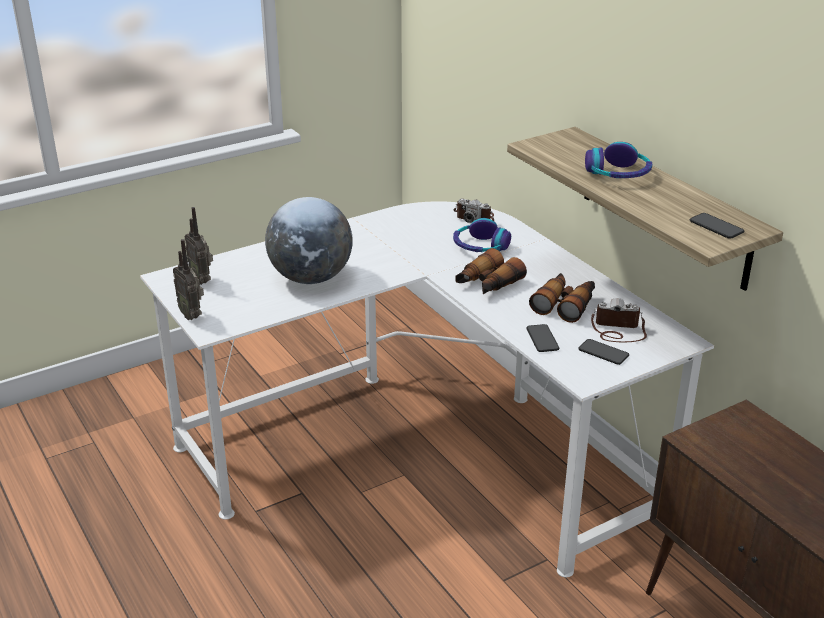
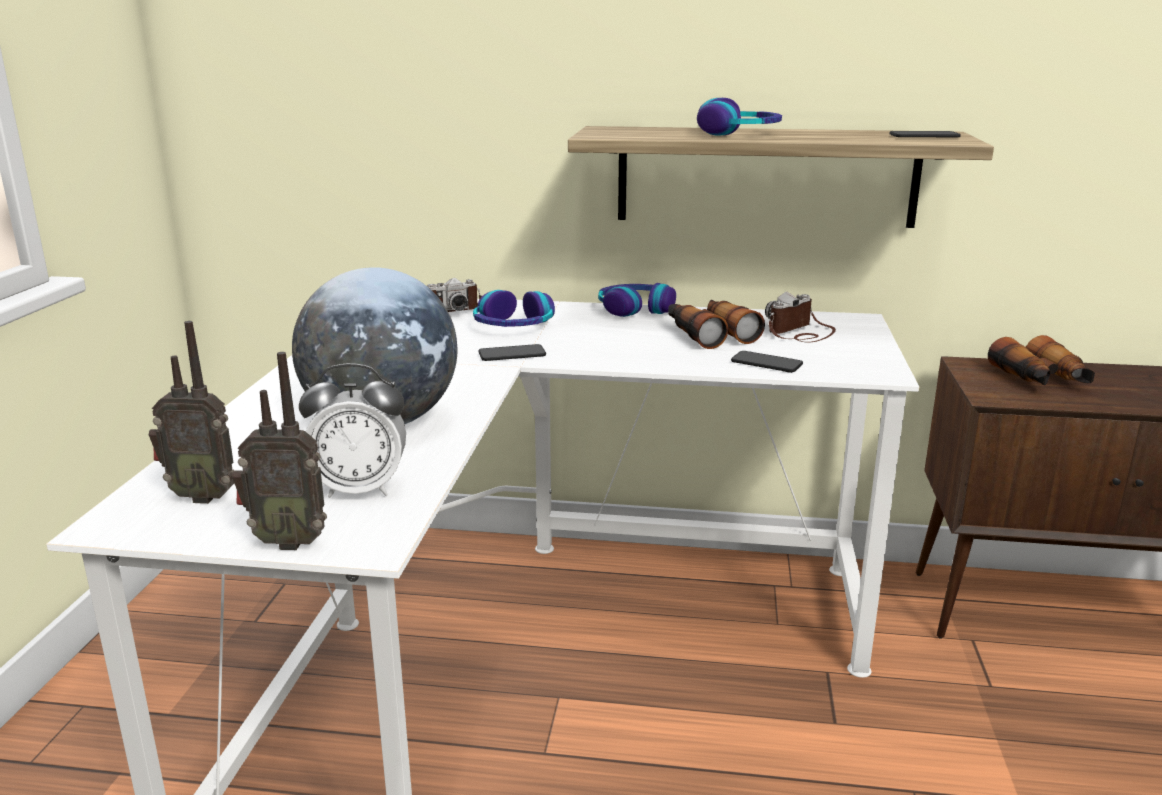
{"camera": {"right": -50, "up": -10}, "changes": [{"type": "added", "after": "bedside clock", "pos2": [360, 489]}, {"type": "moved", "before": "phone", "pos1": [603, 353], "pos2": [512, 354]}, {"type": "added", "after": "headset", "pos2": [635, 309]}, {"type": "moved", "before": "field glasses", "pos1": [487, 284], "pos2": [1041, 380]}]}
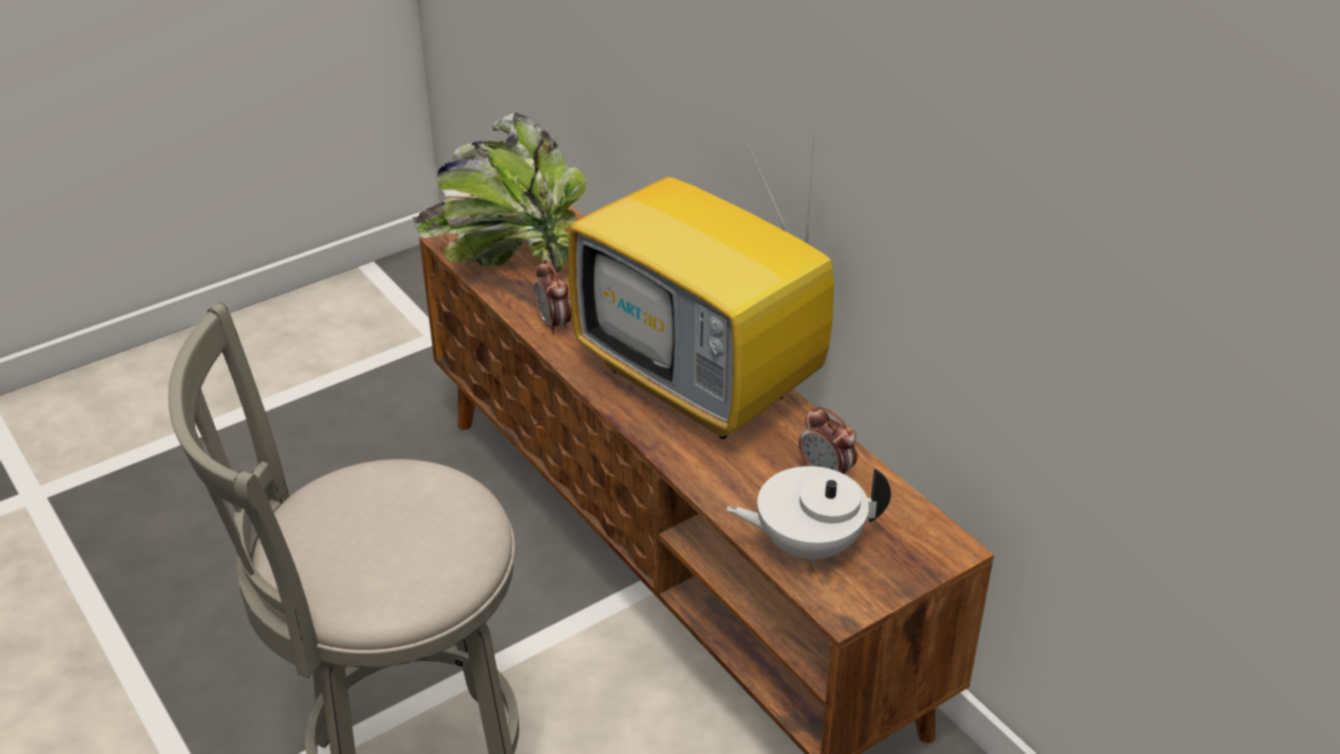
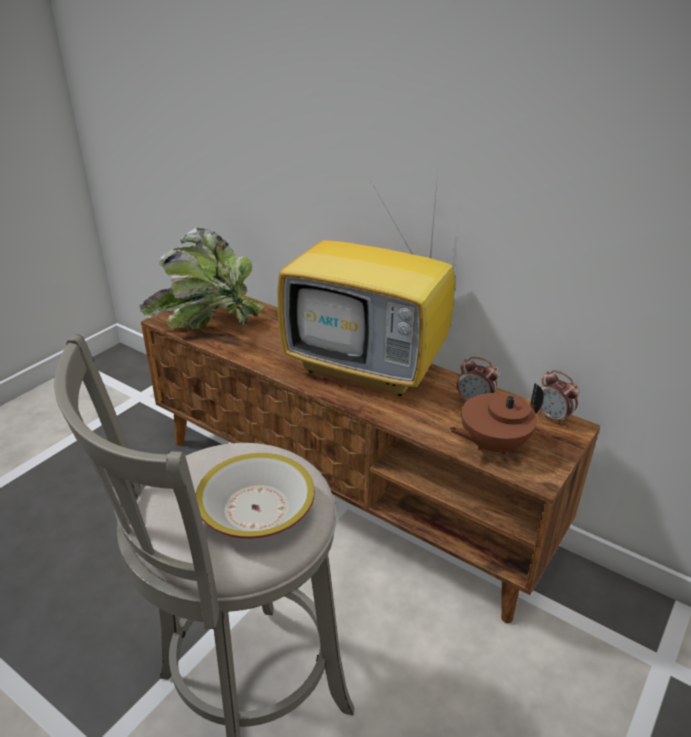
{"camera": {"right": -20, "up": -5}, "changes": [{"type": "added", "after": "serving bowl", "pos2": [255, 509]}, {"type": "recoloured", "before": "whitish pot for tea", "after": "brown pot for tea", "pos1": [807, 544], "pos2": [492, 444]}, {"type": "moved", "before": "bedside clock", "pos1": [554, 324], "pos2": [552, 417]}]}
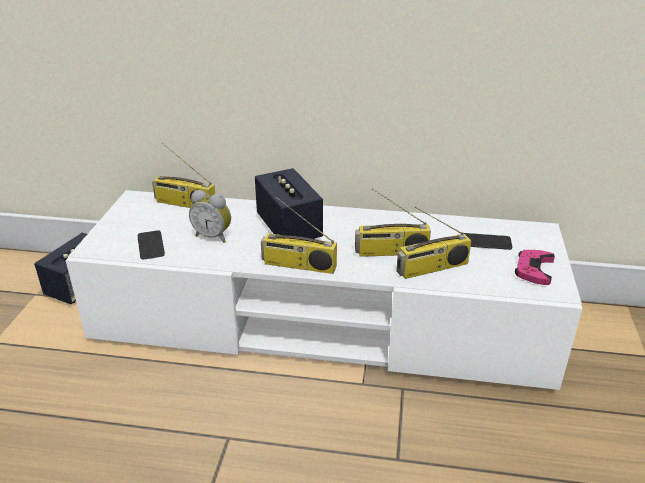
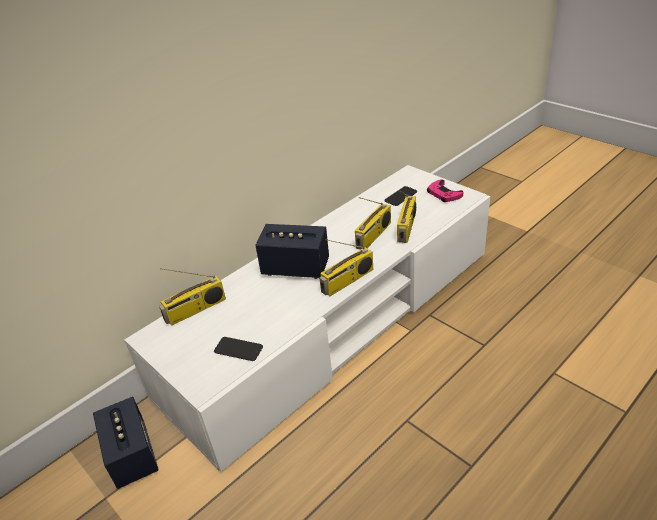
{"camera": {"right": -50, "up": 5}, "changes": [{"type": "removed", "before": "bedside clock", "pos1": [213, 236]}]}
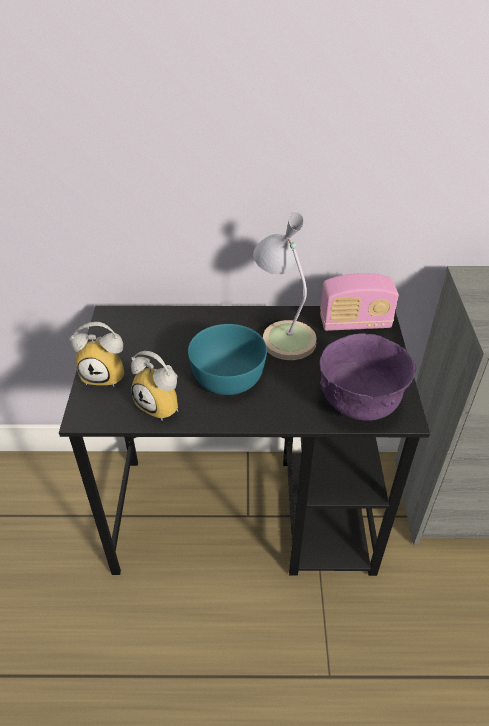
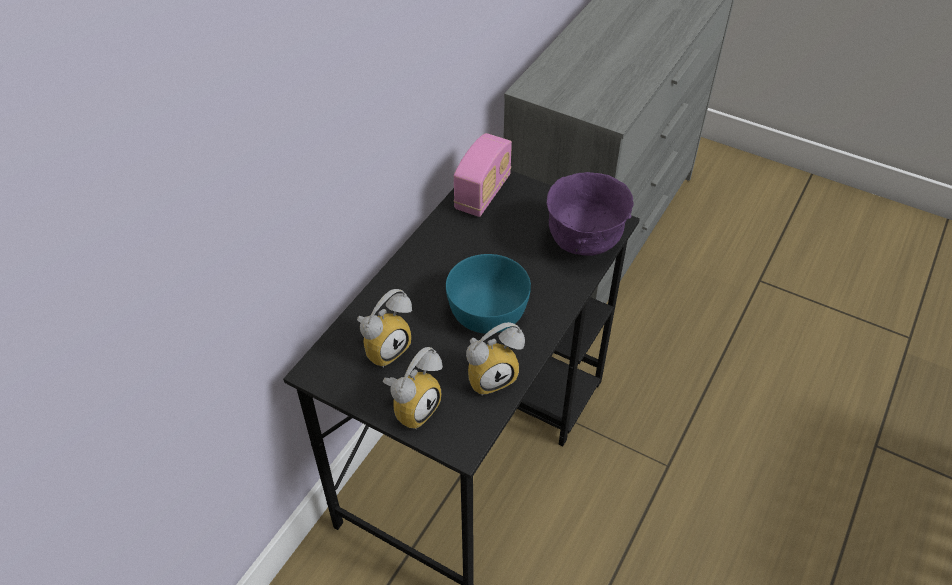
{"camera": {"right": -60, "up": 5}, "changes": [{"type": "added", "after": "bedside clock", "pos2": [385, 346]}, {"type": "removed", "before": "tabletop lamp", "pos1": [282, 334]}]}
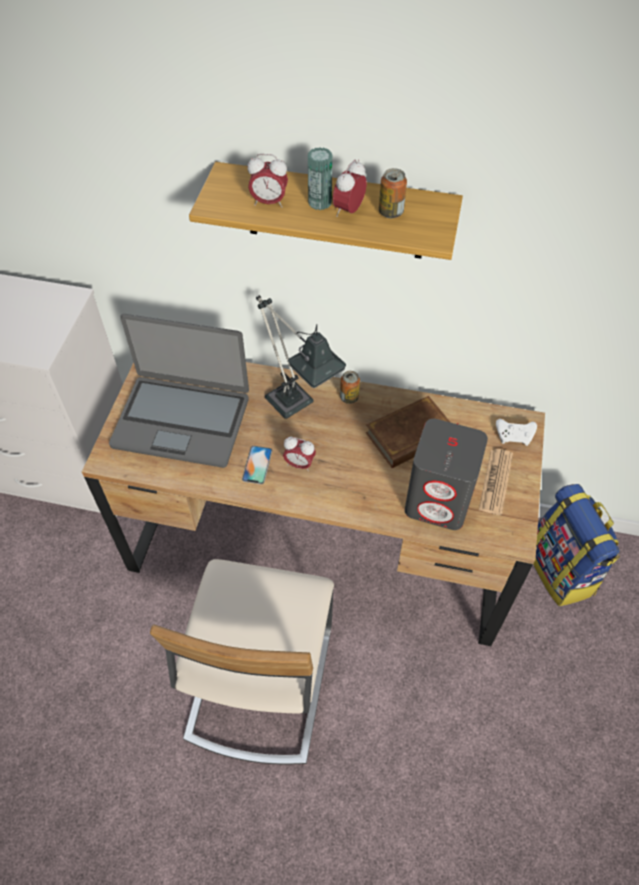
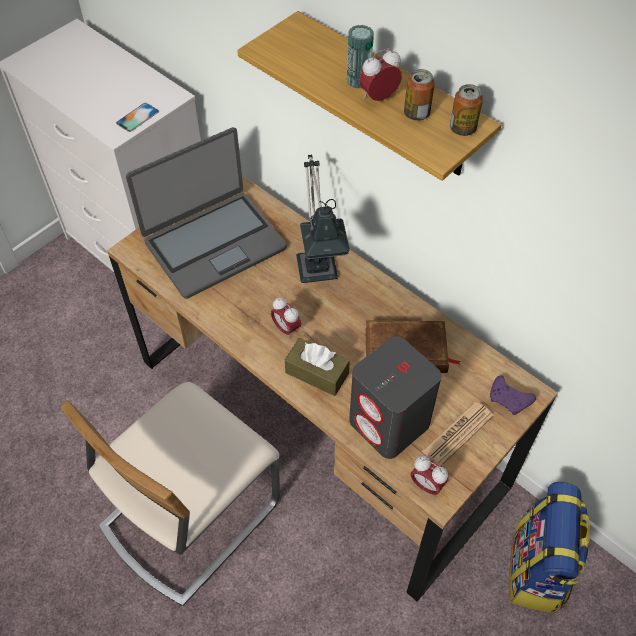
{"camera": {"right": 30, "up": 0}, "changes": [{"type": "moved", "before": "phone", "pos1": [257, 465], "pos2": [137, 117]}, {"type": "turned", "before": "portable computer", "pos1": [182, 420], "pos2": [214, 244], "turn": -75}, {"type": "added", "after": "brown tissue holder", "pos2": [317, 373]}, {"type": "moved", "before": "bedside clock", "pos1": [269, 202], "pos2": [426, 485]}, {"type": "moved", "before": "metal can", "pos1": [349, 397], "pos2": [462, 129]}, {"type": "recoloured", "before": "whitish joypad", "after": "purple joypad", "pos1": [515, 435], "pos2": [509, 400]}]}
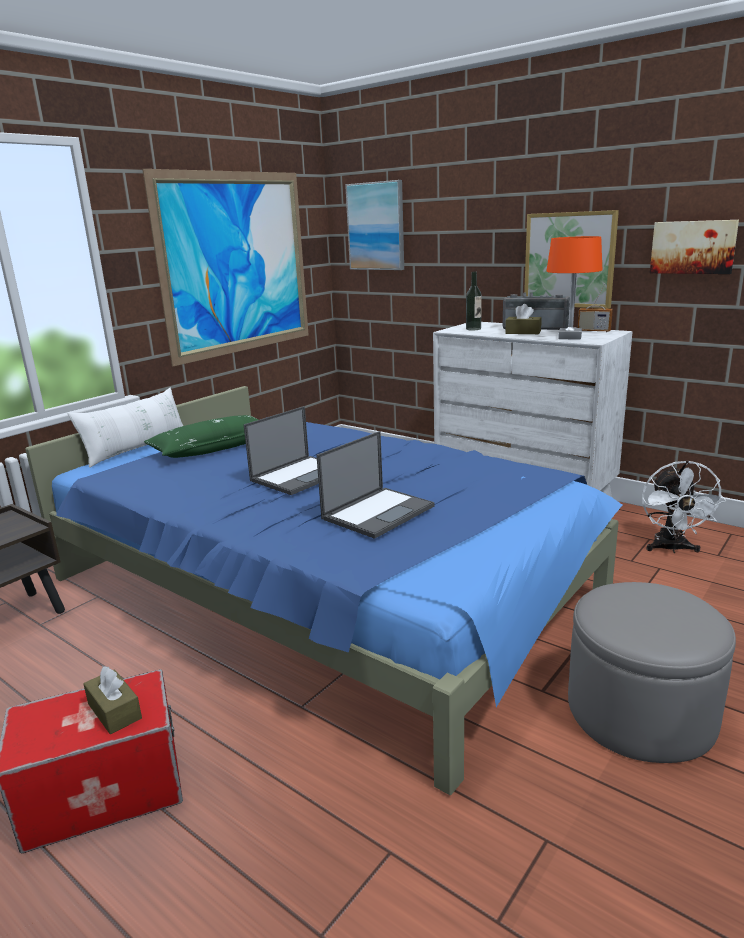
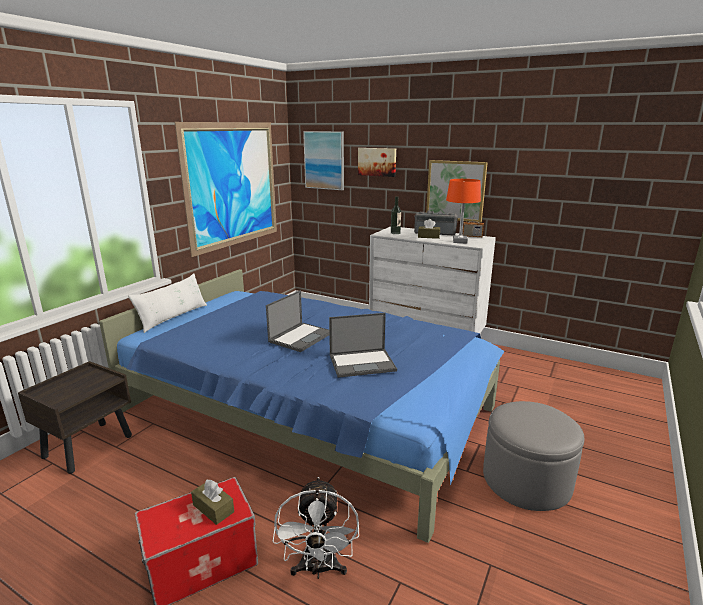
{"camera": {"right": -10, "up": 0}, "changes": [{"type": "moved", "before": "whitish cooling fan", "pos1": [671, 549], "pos2": [318, 569]}, {"type": "turned", "before": "portable computer", "pos1": [378, 512], "pos2": [363, 363], "turn": 45}, {"type": "moved", "before": "picture", "pos1": [693, 247], "pos2": [377, 162]}, {"type": "removed", "before": "green-coloured cushion", "pos1": [213, 448]}]}
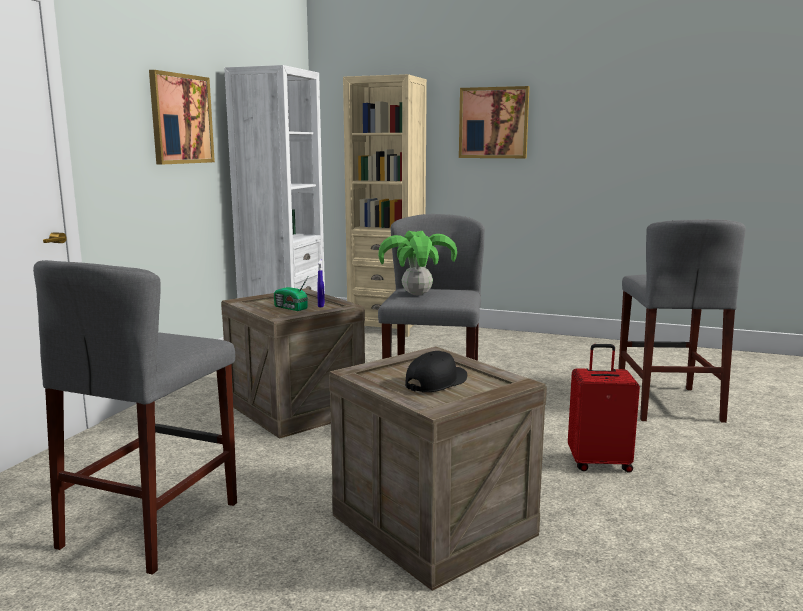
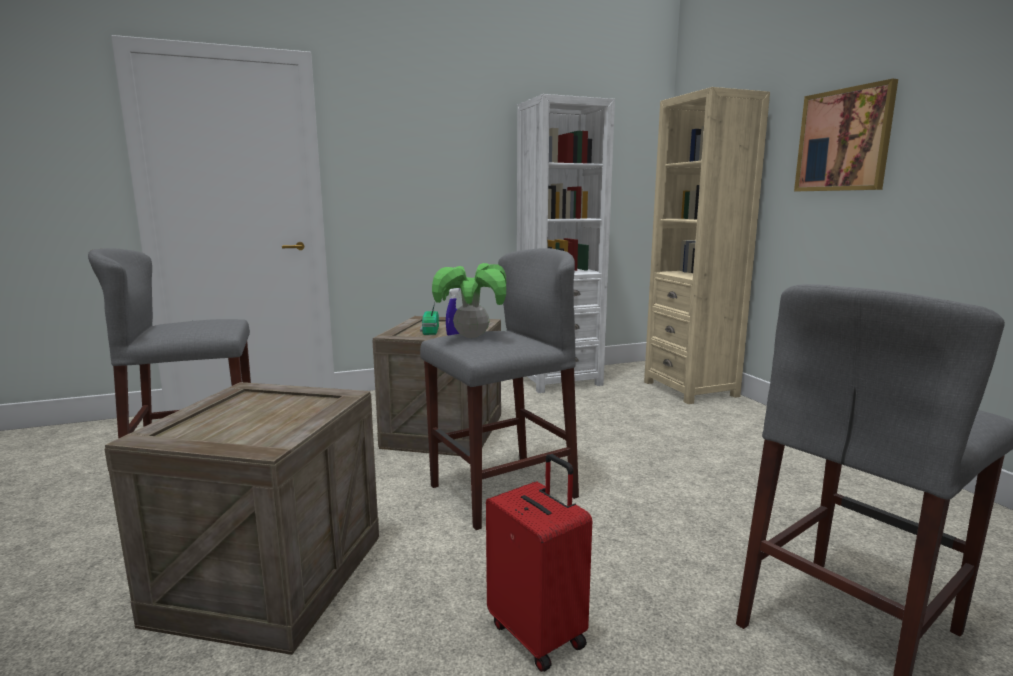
{"camera": {"right": 50, "up": 0}, "changes": [{"type": "removed", "before": "picture", "pos1": [181, 119]}, {"type": "removed", "before": "blackish baseball cap", "pos1": [436, 382]}]}
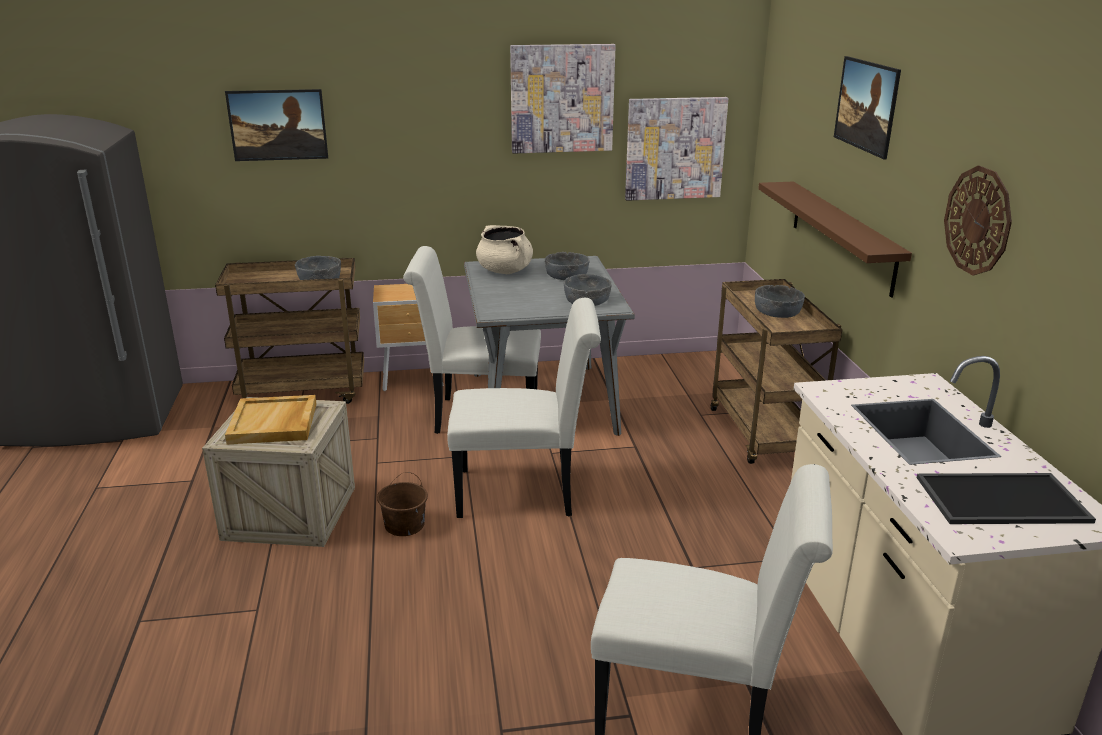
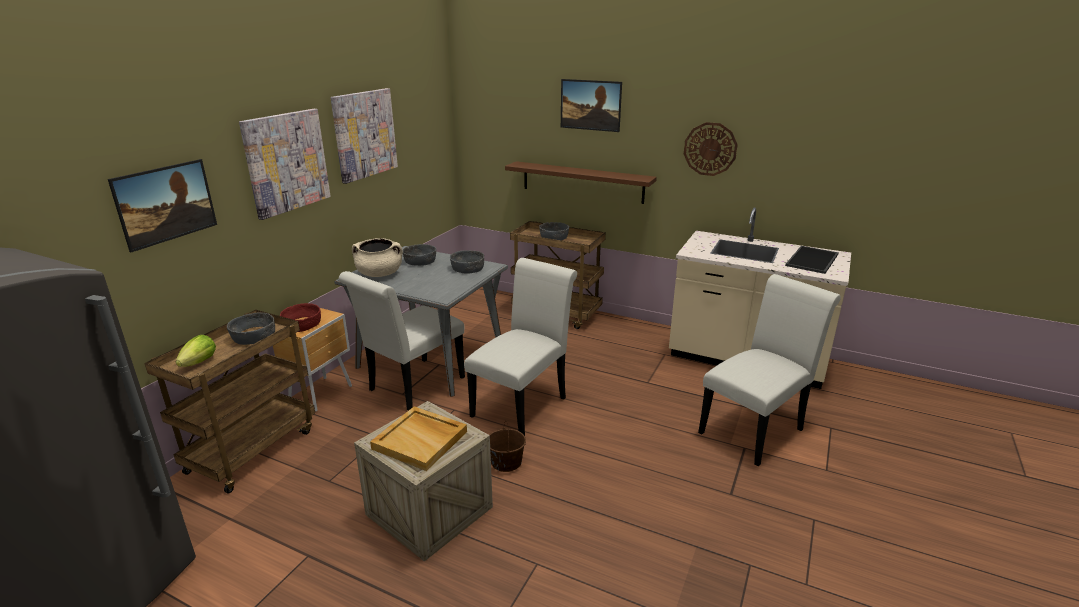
{"camera": {"right": -55, "up": 0}, "changes": [{"type": "added", "after": "lettuce head", "pos2": [199, 362]}, {"type": "moved", "before": "picture", "pos1": [675, 148], "pos2": [286, 162]}, {"type": "added", "after": "reddish serving bowl", "pos2": [302, 324]}]}
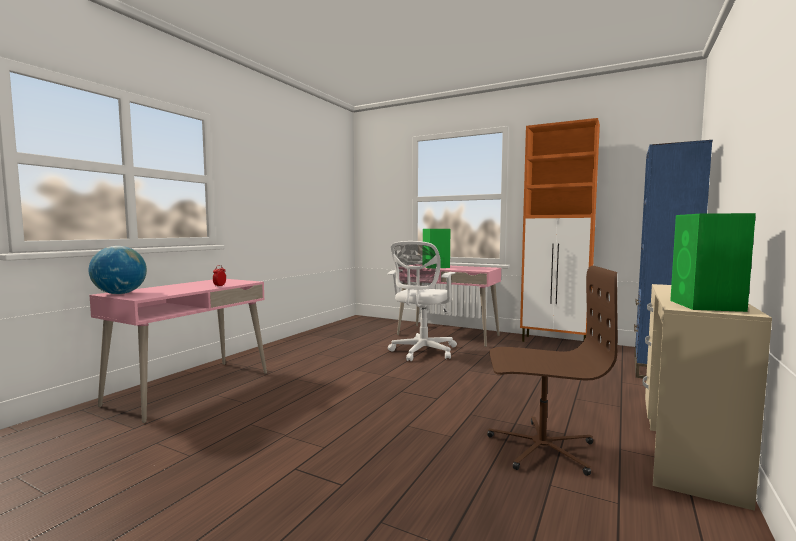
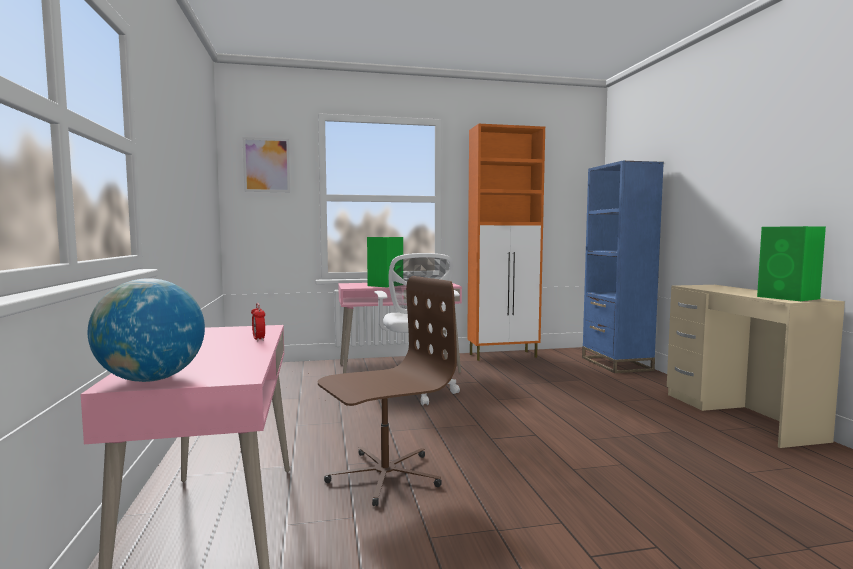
{"camera": {"right": -40, "up": 0}, "changes": [{"type": "added", "after": "picture", "pos2": [266, 165]}, {"type": "moved", "before": "brown desk chair", "pos1": [541, 447], "pos2": [384, 475]}]}
